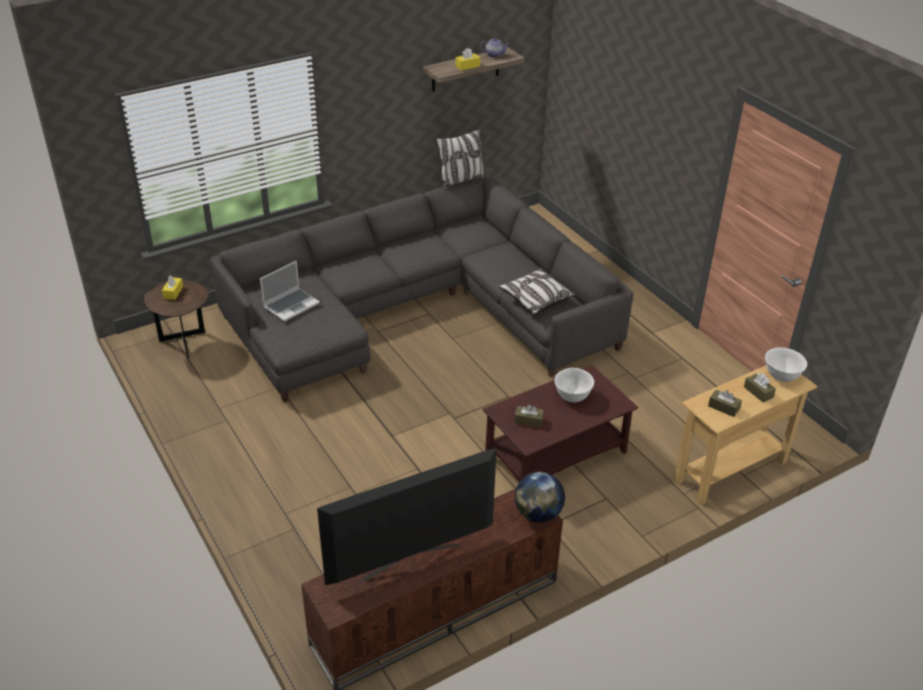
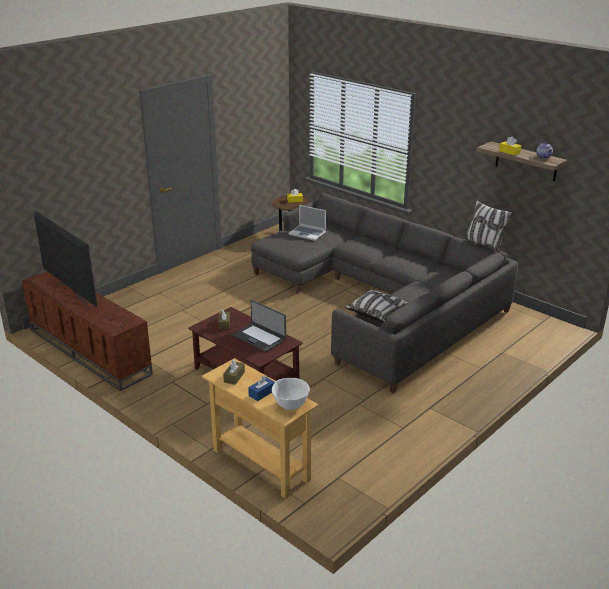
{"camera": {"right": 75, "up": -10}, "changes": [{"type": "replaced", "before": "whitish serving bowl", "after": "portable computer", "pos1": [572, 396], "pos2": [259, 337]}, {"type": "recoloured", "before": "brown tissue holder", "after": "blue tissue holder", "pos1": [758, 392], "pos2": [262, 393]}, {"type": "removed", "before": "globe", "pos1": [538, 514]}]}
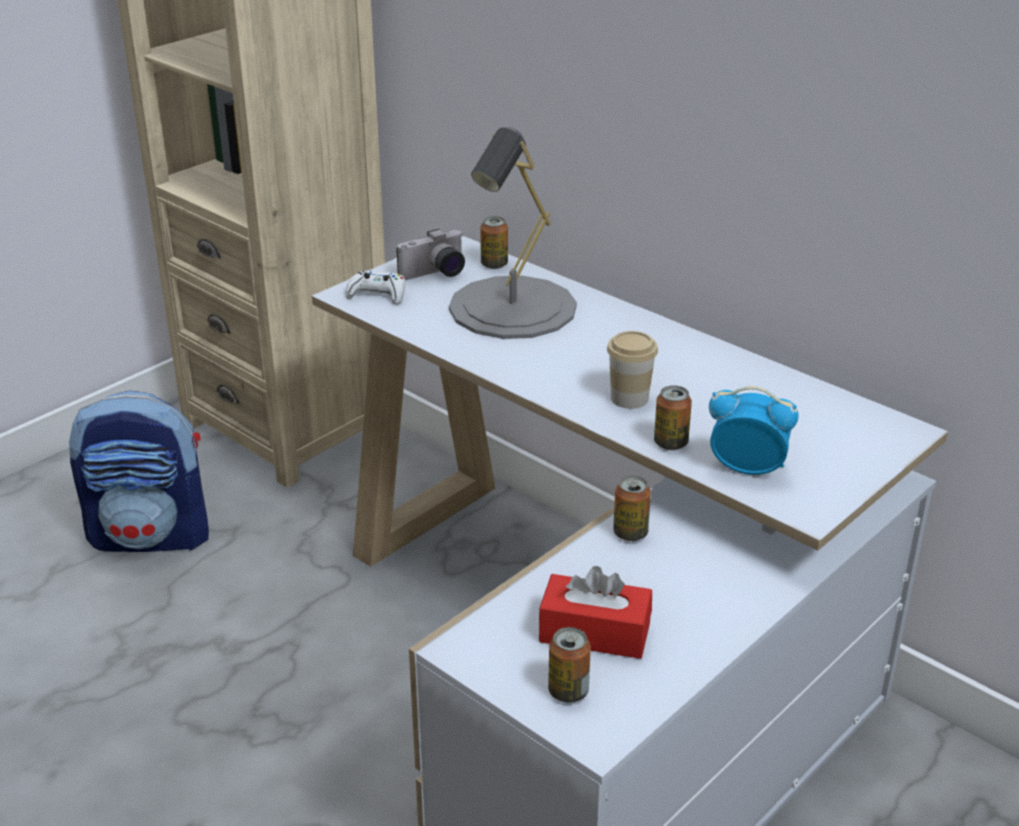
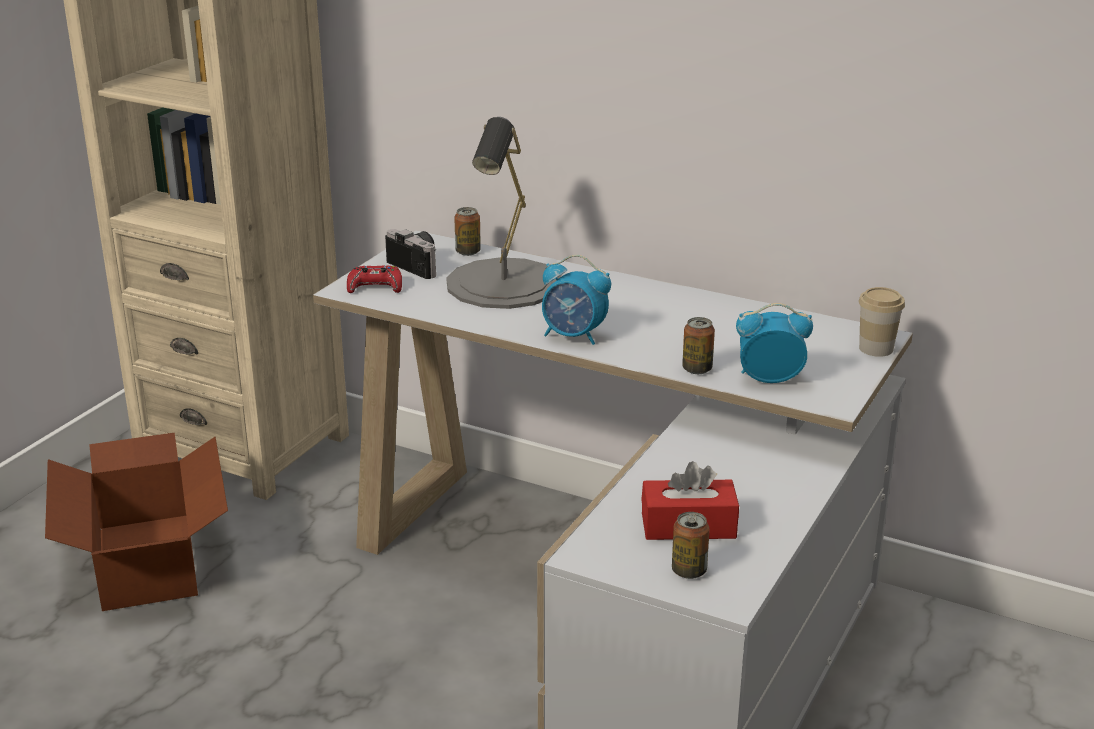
{"camera": {"right": -15, "up": -5}, "changes": [{"type": "replaced", "before": "rucksack", "after": "cardboard box", "pos1": [152, 536], "pos2": [149, 560]}, {"type": "recoloured", "before": "whitish joypad", "after": "reddish joypad", "pos1": [377, 295], "pos2": [375, 287]}, {"type": "turned", "before": "photo camera", "pos1": [435, 274], "pos2": [419, 265], "turn": -90}, {"type": "added", "after": "bedside clock", "pos2": [574, 336]}, {"type": "moved", "before": "small cup", "pos1": [629, 398], "pos2": [876, 348]}, {"type": "removed", "before": "metal can", "pos1": [630, 533]}]}
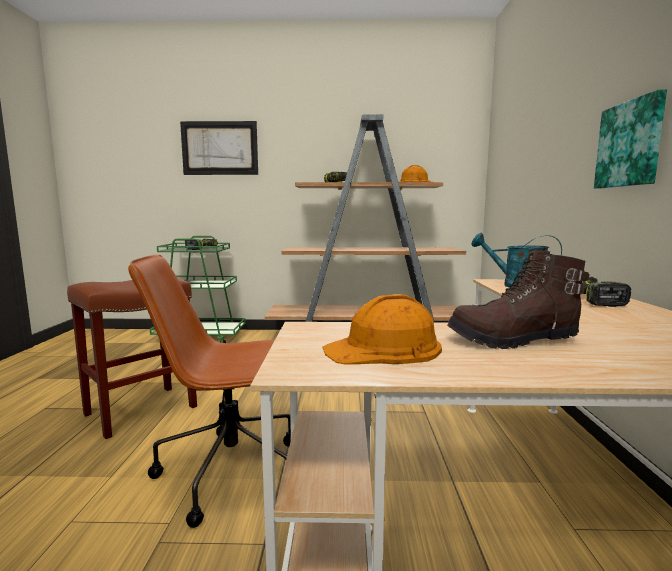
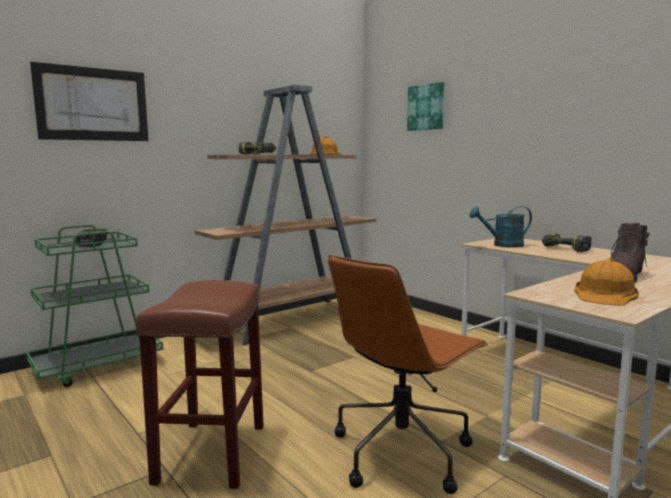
{"camera": {"right": -40, "up": 0}, "changes": [{"type": "moved", "before": "picture", "pos1": [630, 144], "pos2": [426, 107]}]}
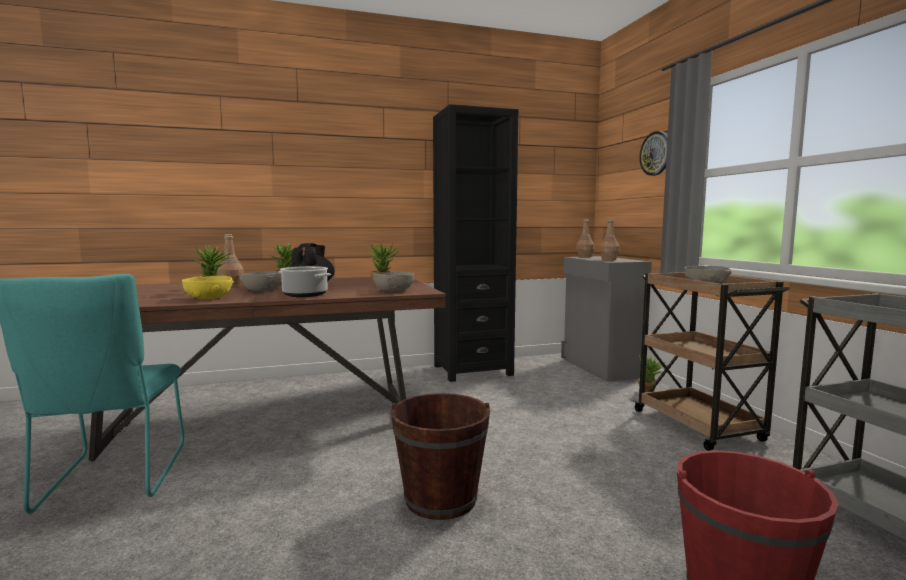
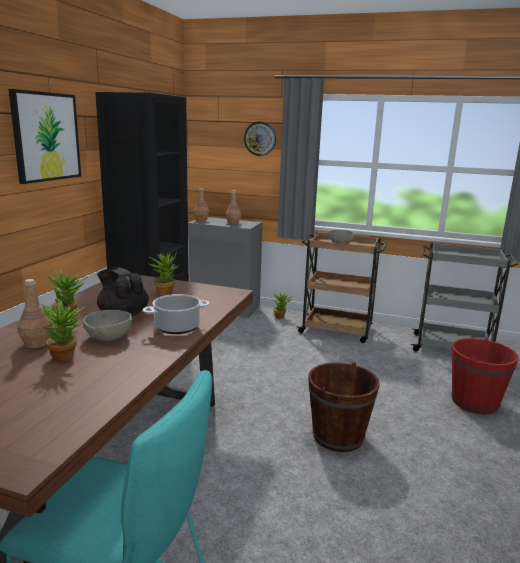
{"camera": {"right": -55, "up": 10}, "changes": [{"type": "added", "after": "picture", "pos2": [46, 137]}, {"type": "removed", "before": "yellowish serving bowl", "pos1": [208, 298]}, {"type": "removed", "before": "grey serving bowl", "pos1": [393, 291]}]}
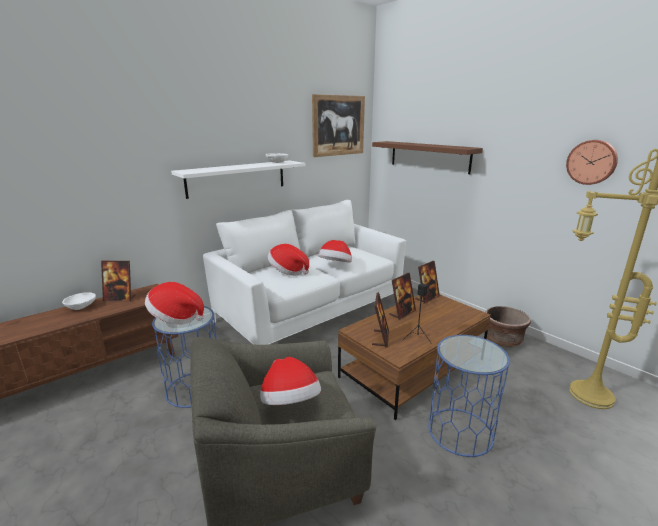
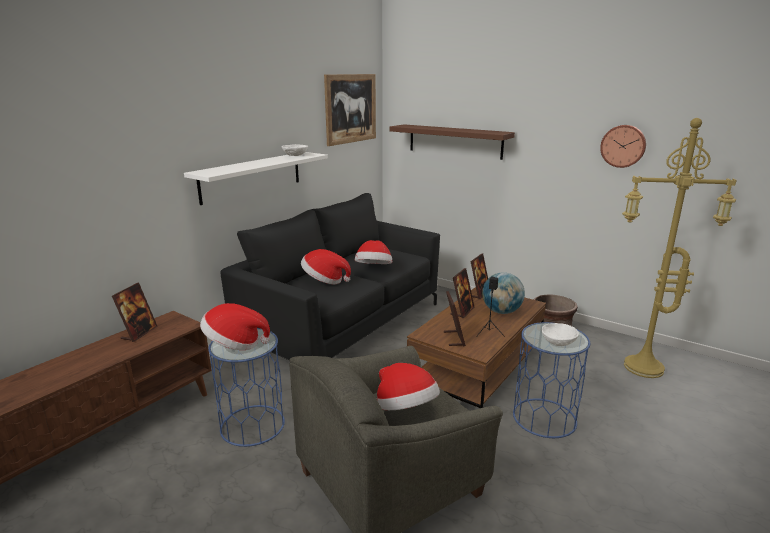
{"camera": {"right": -15, "up": 0}, "changes": [{"type": "turned", "before": "picture frame", "pos1": [120, 298], "pos2": [139, 333], "turn": -60}, {"type": "recoloured", "before": "whitish settee", "after": "blackish settee", "pos1": [311, 312], "pos2": [343, 325]}, {"type": "added", "after": "globe", "pos2": [501, 311]}, {"type": "moved", "before": "whitish serving bowl", "pos1": [82, 307], "pos2": [558, 342]}]}
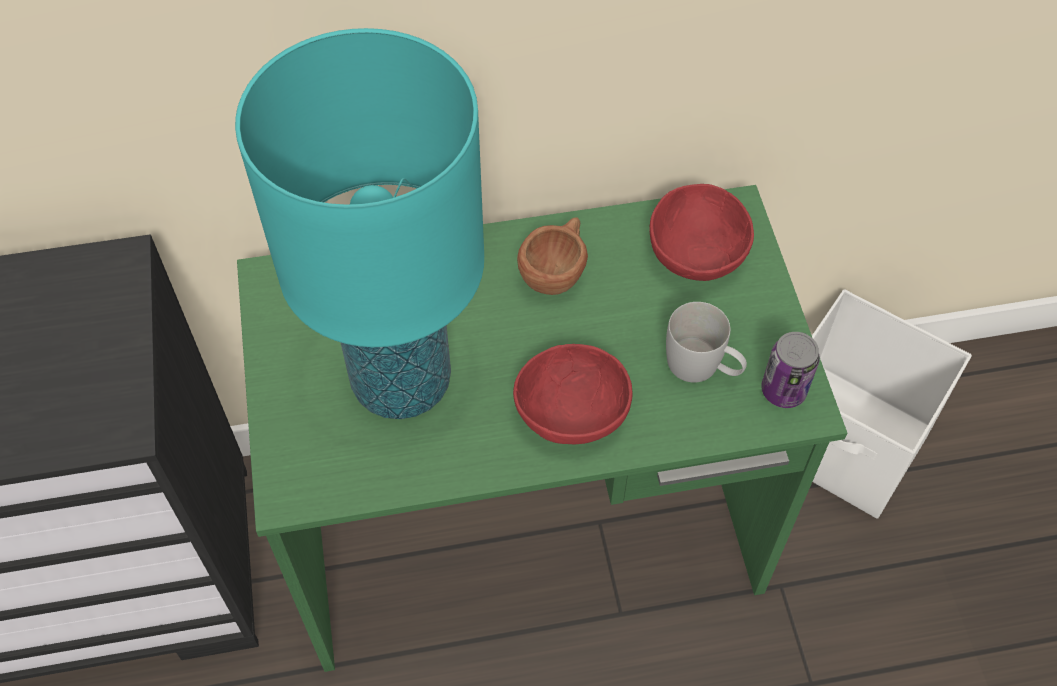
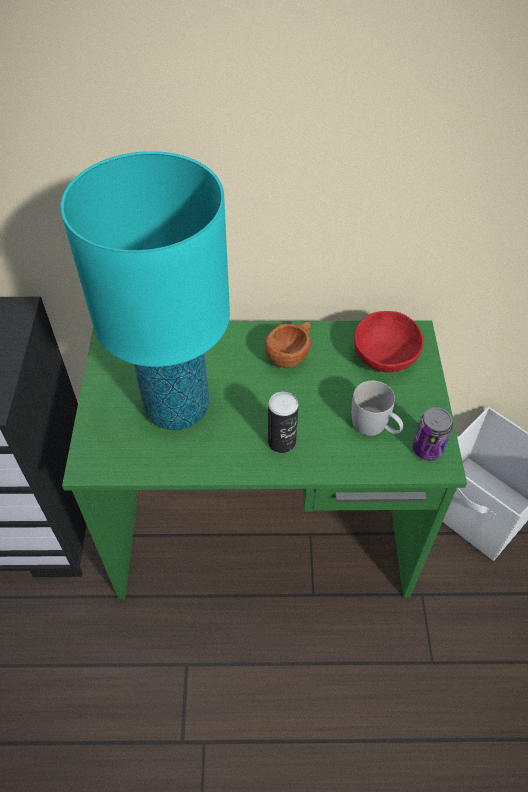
{"camera": {"right": 10, "up": -5}, "changes": [{"type": "replaced", "before": "reddish serving bowl", "after": "metal can", "pos1": [570, 411], "pos2": [281, 441]}]}
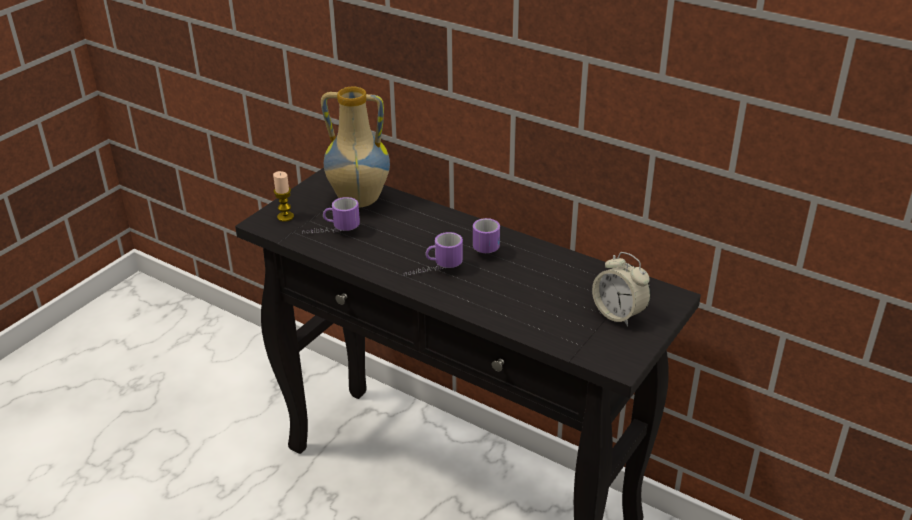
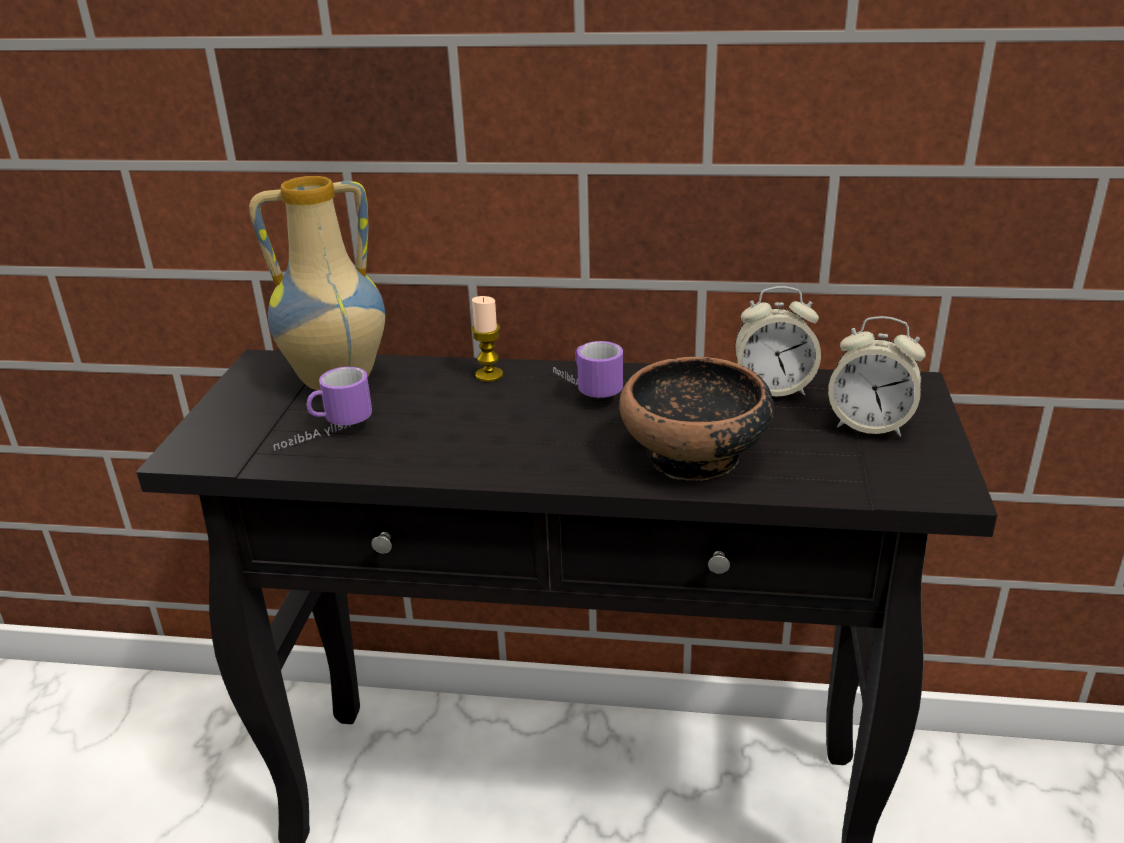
{"camera": {"right": -25, "up": -5}, "changes": [{"type": "moved", "before": "wax candle", "pos1": [285, 217], "pos2": [489, 375]}, {"type": "added", "after": "serving bowl", "pos2": [694, 456]}, {"type": "added", "after": "bedside clock", "pos2": [773, 388]}, {"type": "removed", "before": "tea mug", "pos1": [433, 270]}]}
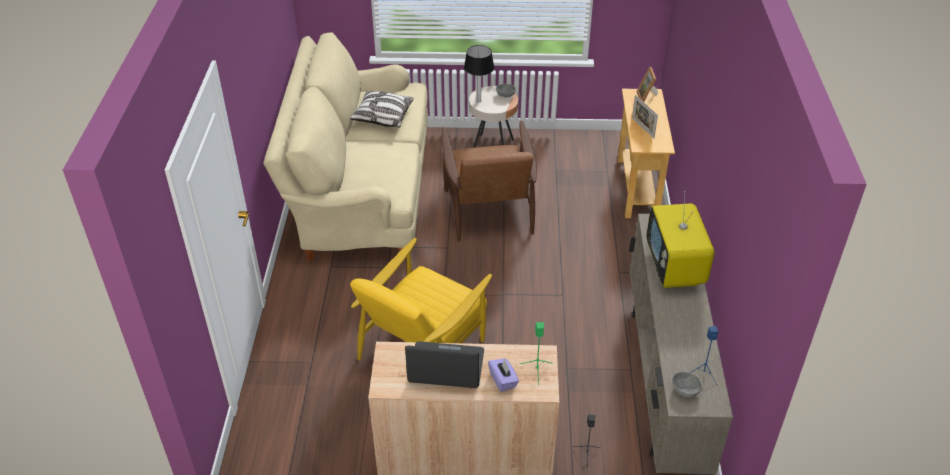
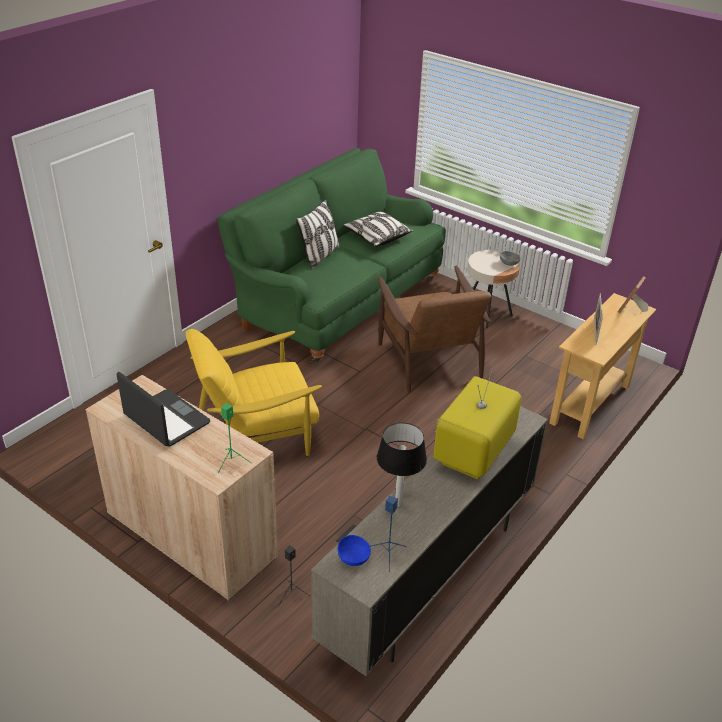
{"camera": {"right": 35, "up": -5}, "changes": [{"type": "recoloured", "before": "beige-coloured settee", "after": "green-coloured settee", "pos1": [360, 193], "pos2": [337, 301]}, {"type": "added", "after": "cushion", "pos2": [319, 256]}, {"type": "recoloured", "before": "grey serving bowl", "after": "blue serving bowl", "pos1": [685, 389], "pos2": [354, 557]}, {"type": "moved", "before": "tabletop lamp", "pos1": [479, 101], "pos2": [398, 505]}, {"type": "turned", "before": "brown easy chair", "pos1": [488, 208], "pos2": [429, 358], "turn": -45}, {"type": "removed", "before": "purple tissue holder", "pos1": [503, 380]}]}
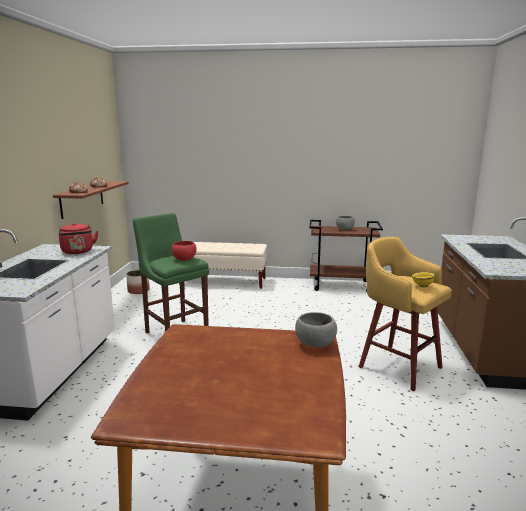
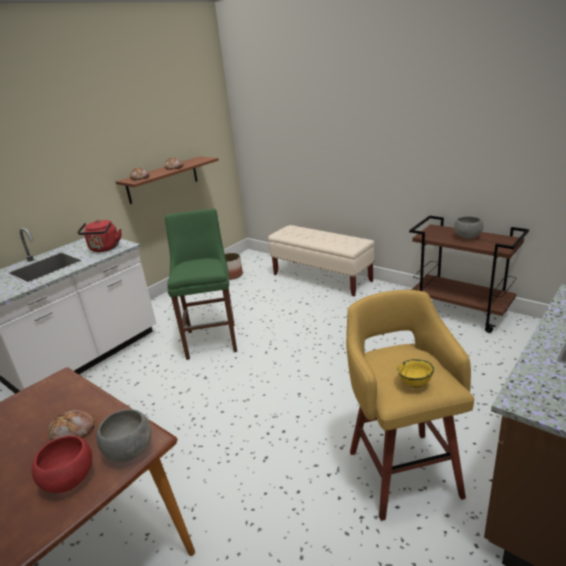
{"camera": {"right": 35, "up": 10}, "changes": [{"type": "moved", "before": "reddish serving bowl", "pos1": [184, 259], "pos2": [70, 480]}, {"type": "added", "after": "bread", "pos2": [73, 432]}]}
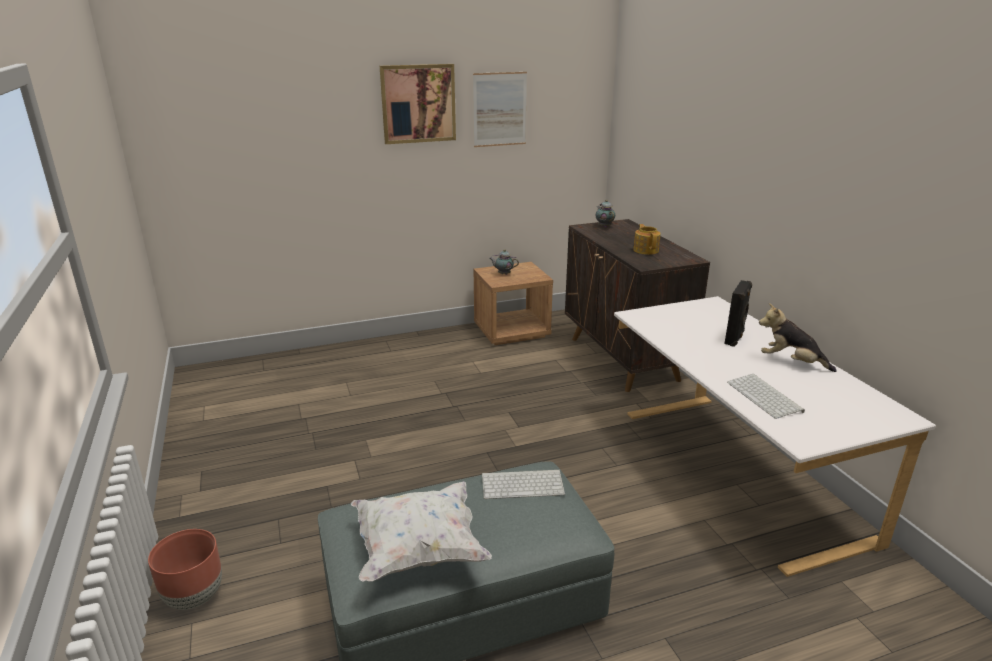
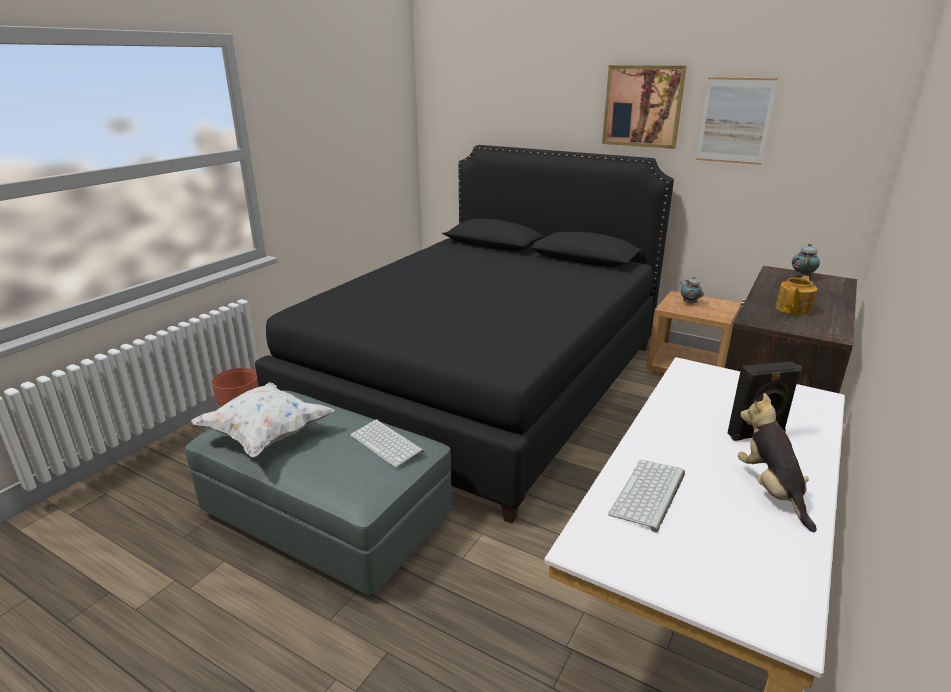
{"camera": {"right": 50, "up": 0}, "changes": [{"type": "added", "after": "blackish sleeping bed", "pos2": [482, 384]}]}
